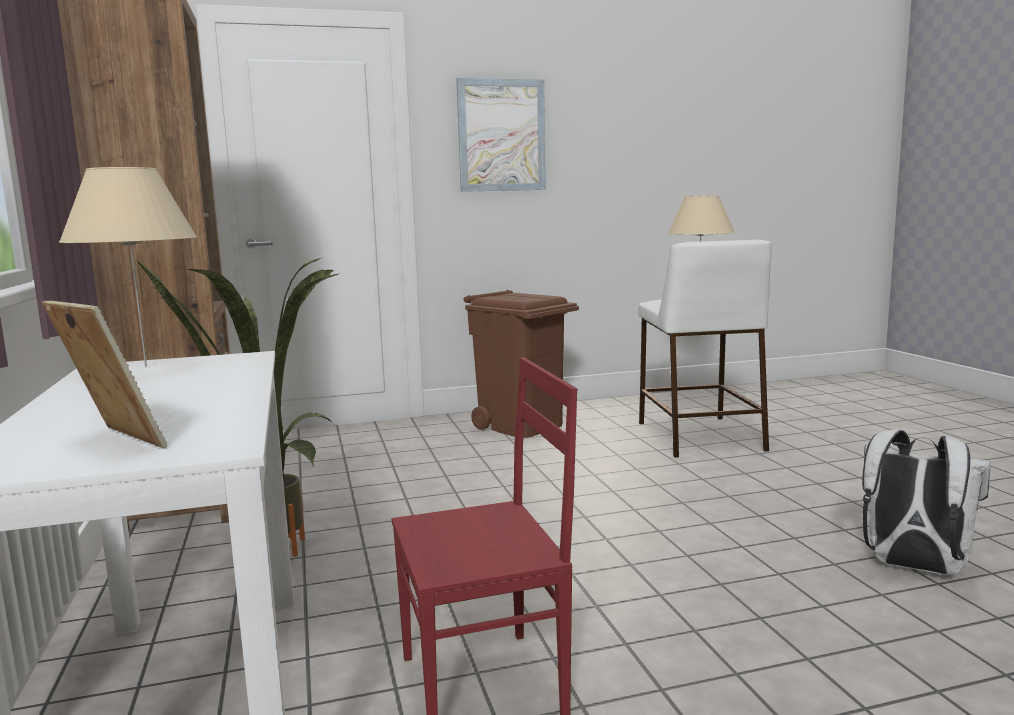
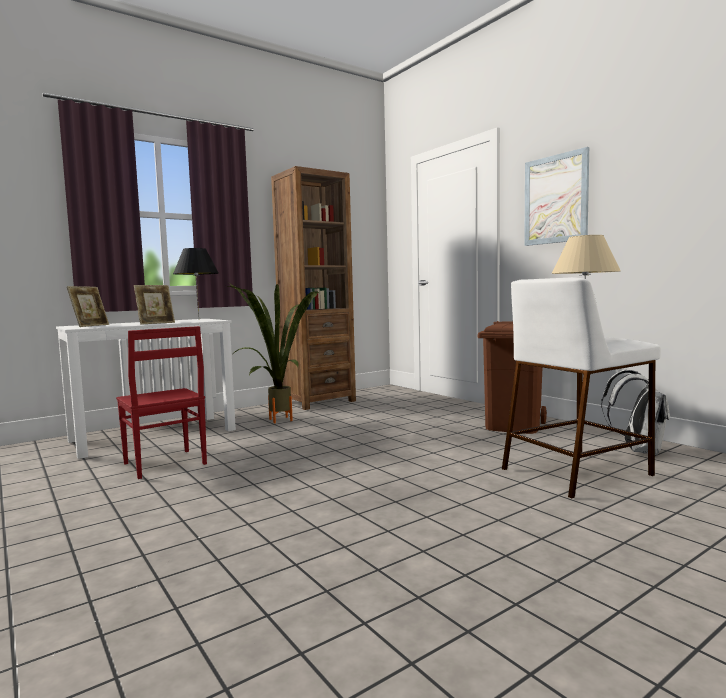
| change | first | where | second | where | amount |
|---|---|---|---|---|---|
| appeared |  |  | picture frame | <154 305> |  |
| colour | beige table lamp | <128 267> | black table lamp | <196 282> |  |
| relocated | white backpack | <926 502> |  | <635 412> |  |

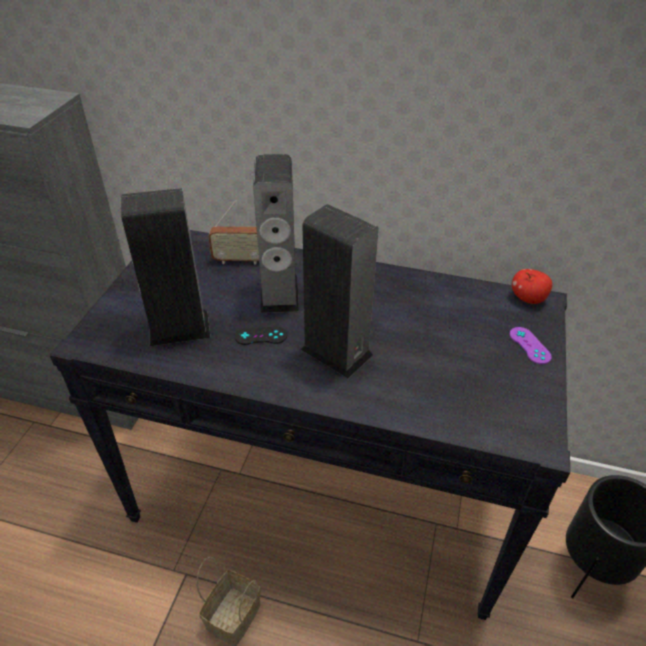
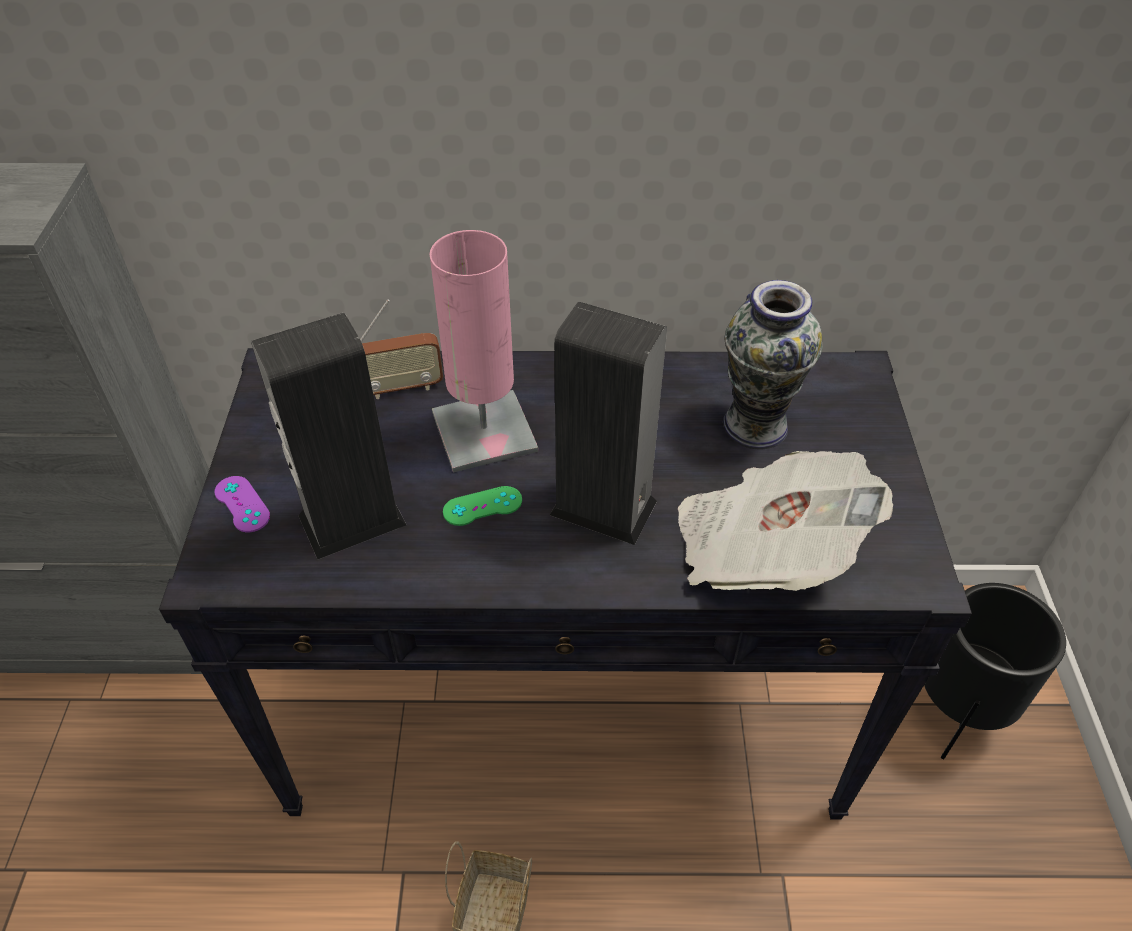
| change | first | where | second | where | amount |
|---|---|---|---|---|---|
| relocated | purple game controller | <531 345> |  | <242 504> |  |
| exchanged | speaker | <276 233> | pink table lamp | <484 351> |  |
| colour | black game controller | <260 336> | green game controller | <482 506> |  |
| appeared |  |  | newspaper | <785 521> |  |
| appeared |  |  | vase | <772 365> |  |
| missing | apple | <532 286> |  |  |  |

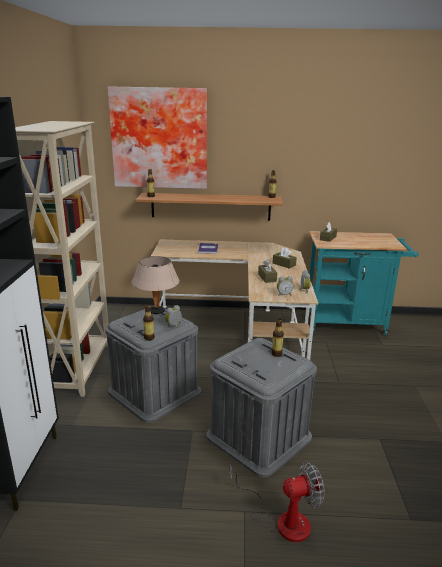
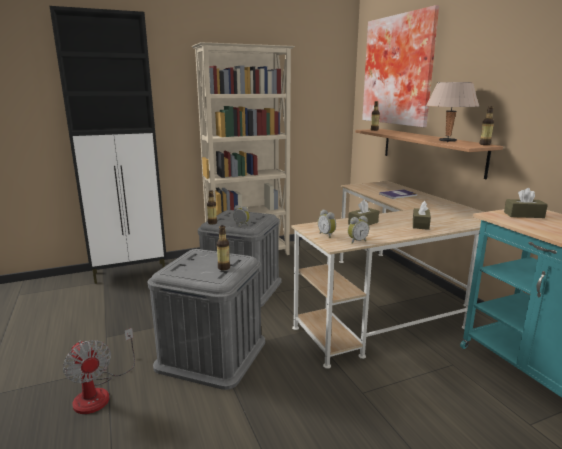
| change | first | where | second | where | amount |
|---|---|---|---|---|---|
| relocated | beige table lamp | <156 285> |  | <452 112> |  |

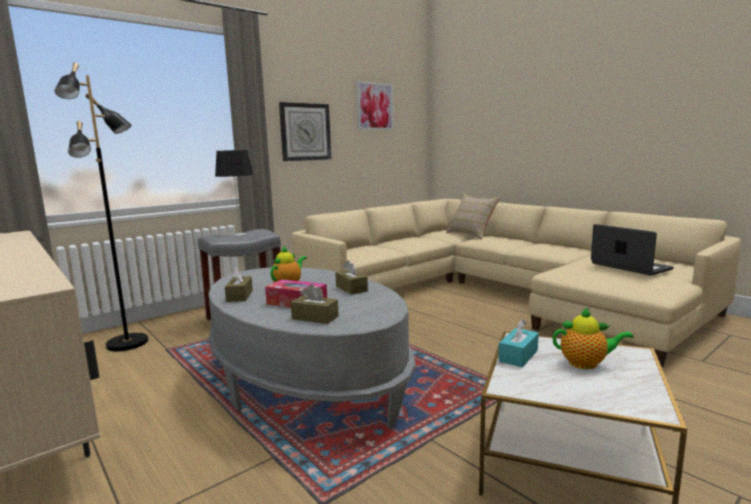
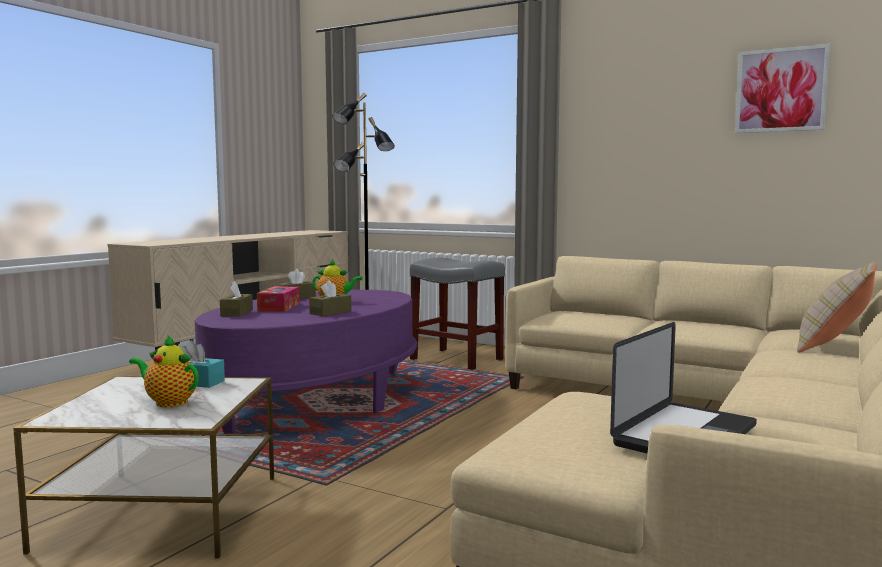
| change | first | where | second | where | amount |
|---|---|---|---|---|---|
| spun | teapot | <593 338> |  | <164 370> | 120 degrees clockwise |
| colour | grey coffee table | <312 348> | purple coffee table | <306 362> |  |
| missing | table lamp | <234 192> |  |  |  |
| missing | wall clock | <305 131> |  |  |  |

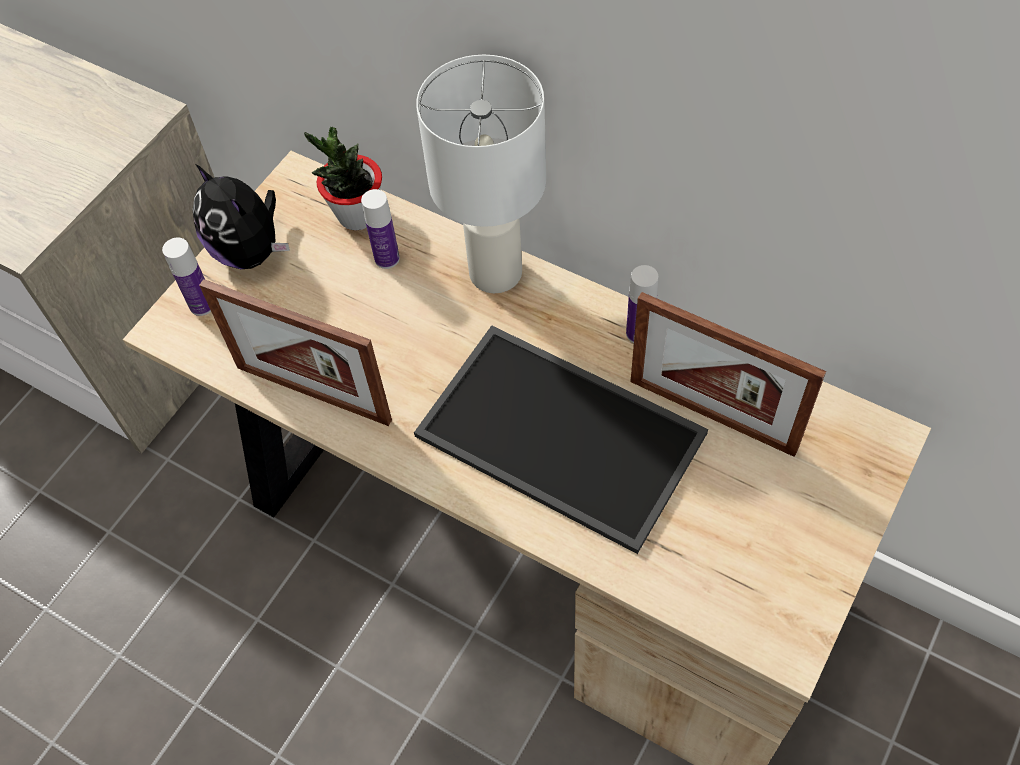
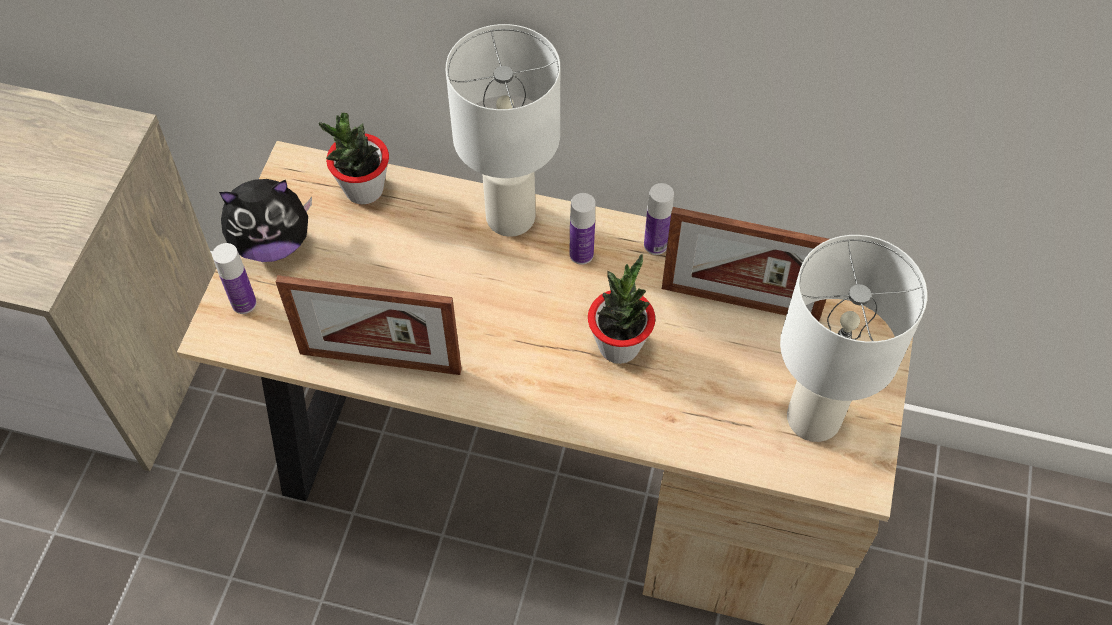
| change | first | where | second | where | amount |
|---|---|---|---|---|---|
| spun | plush toy | <241 216> |  | <265 220> | 45 degrees counterclockwise |
| relocated | bottle | <380 229> |  | <582 229> |  |
| exchanged | tray | <561 439> | potted plant | <621 309> |  |
| appeared |  |  | white table lamp | <853 338> |  |

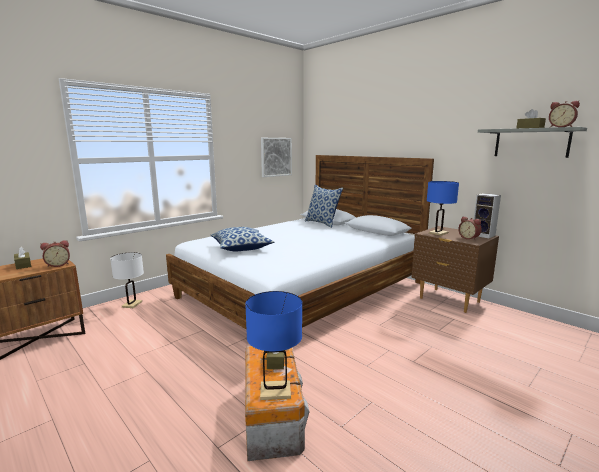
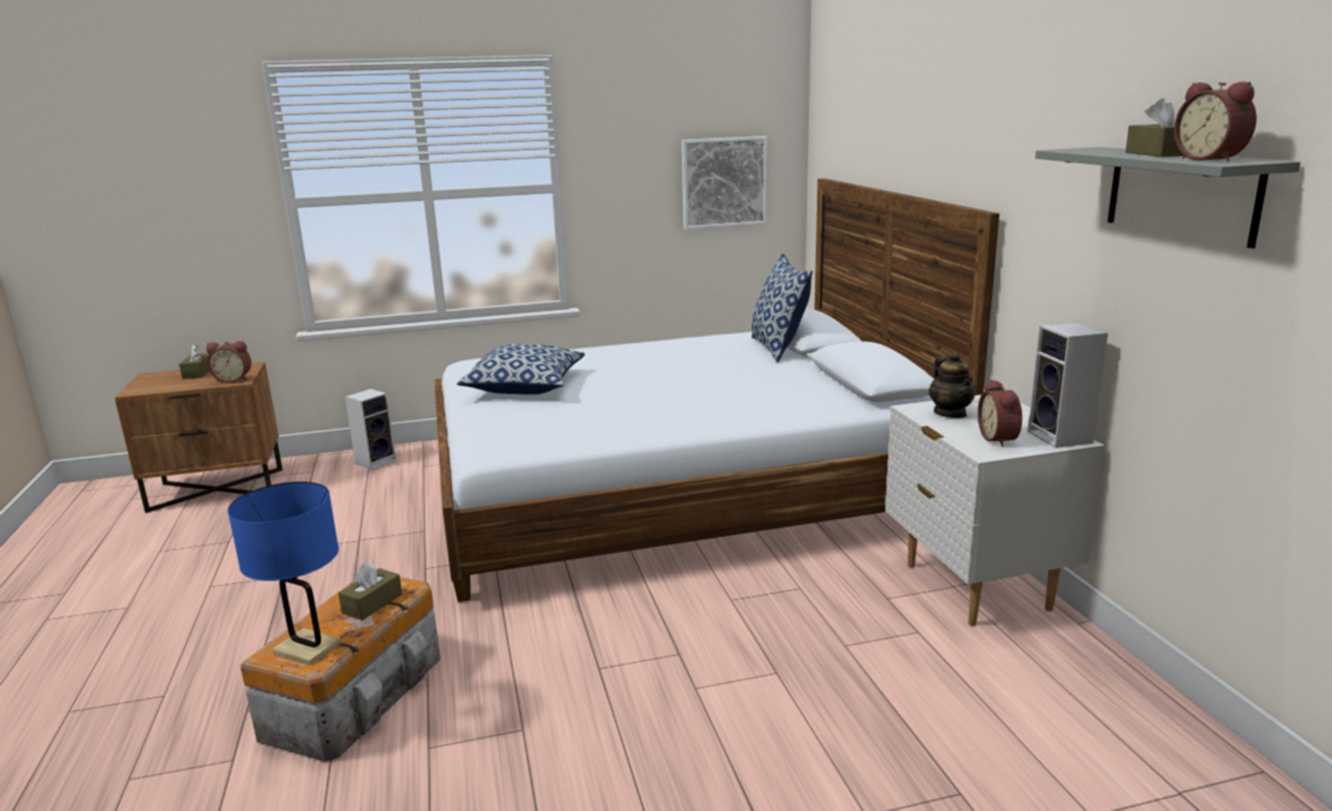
| change | first | where | second | where | amount |
|---|---|---|---|---|---|
| exchanged | white table lamp | <127 280> | speaker | <370 429> |  |
| colour | brown nightstand | <455 269> | white nightstand | <995 510> |  |
| exchanged | blue table lamp | <443 208> | teapot | <952 385> |  |

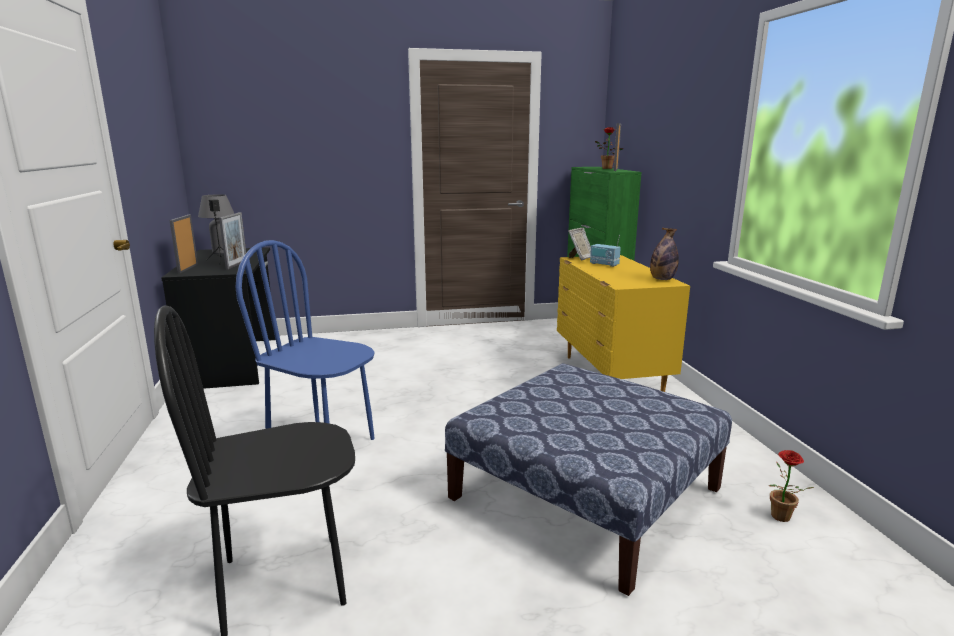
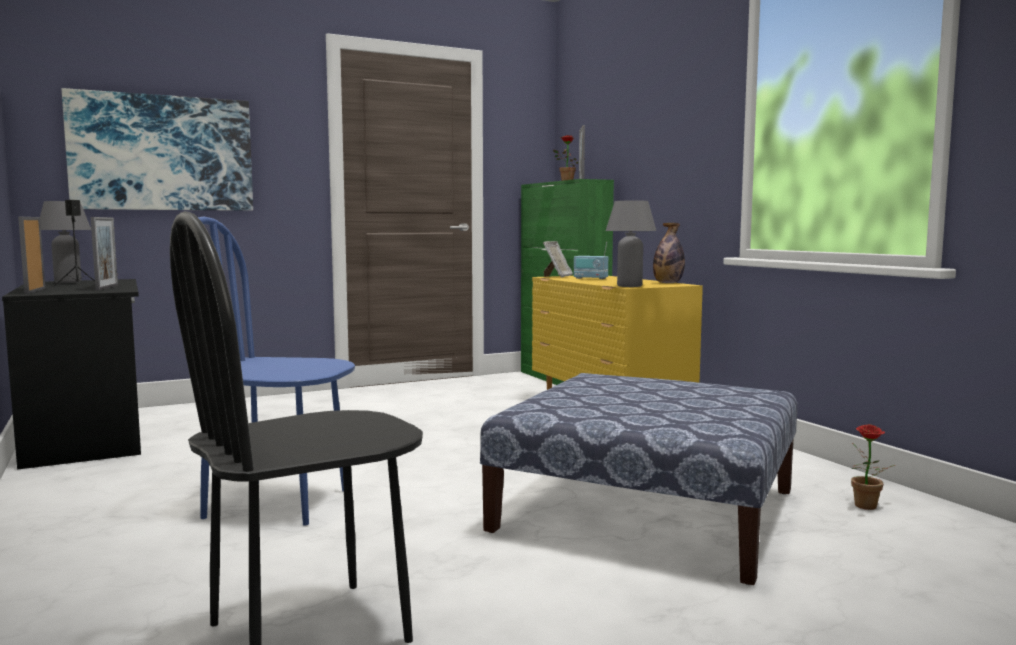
| change | first | where | second | where | amount |
|---|---|---|---|---|---|
| appeared |  |  | picture | <157 149> |  |
| appeared |  |  | grey table lamp | <631 244> |  |

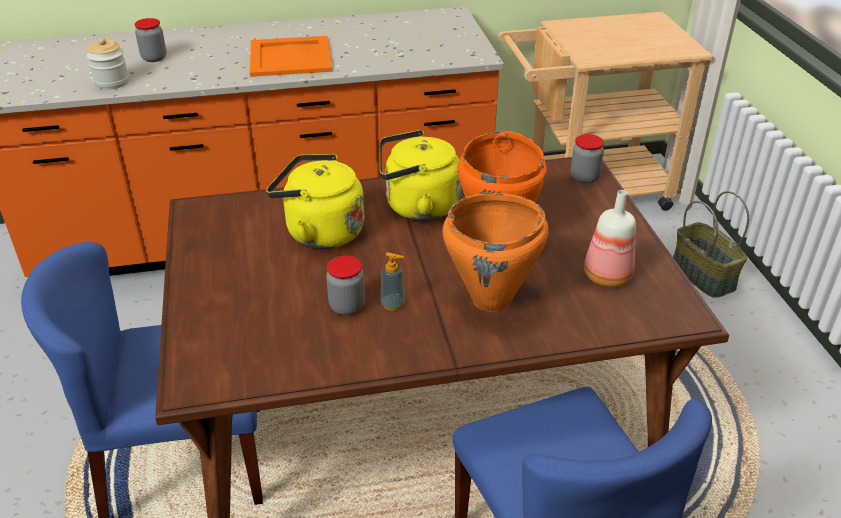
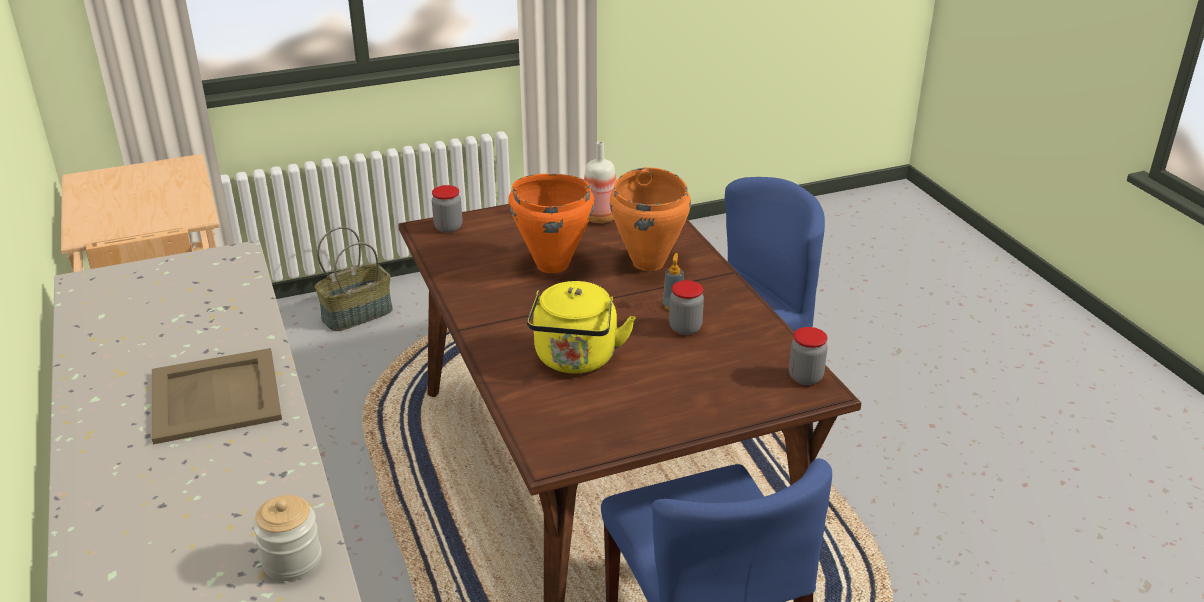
| change | first | where | second | where | amount |
|---|---|---|---|---|---|
| colour | orange tray | <291 56> | beige tray | <217 396> |  |
| relocated | jar | <150 40> |  | <808 356> |  |
| missing | yellow kettle | <420 175> |  |  |  |

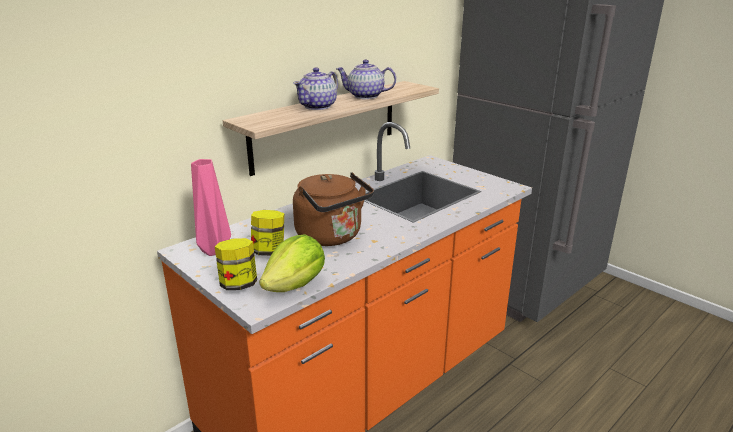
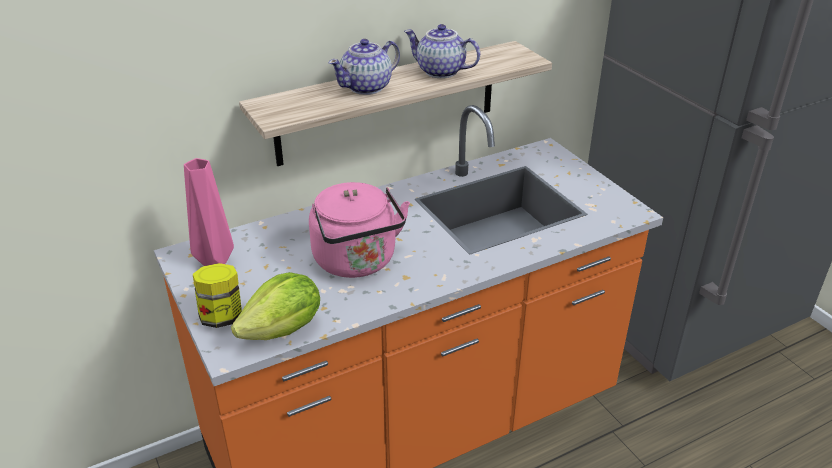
| change | first | where | second | where | amount |
|---|---|---|---|---|---|
| colour | brown kettle | <333 209> | pink kettle | <359 230> |  |
| missing | jar | <267 233> |  |  |  |

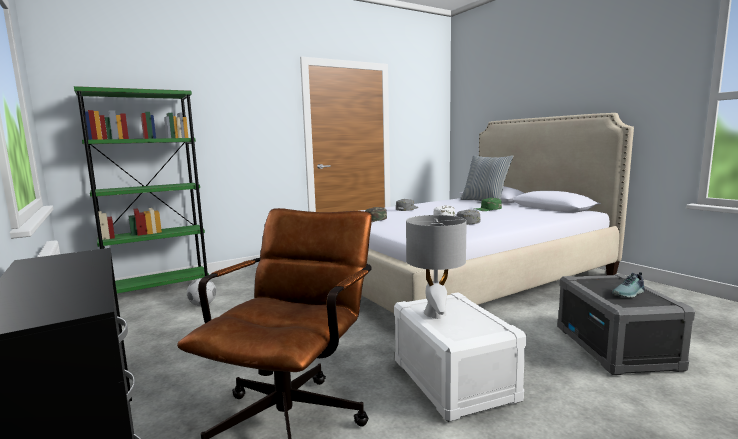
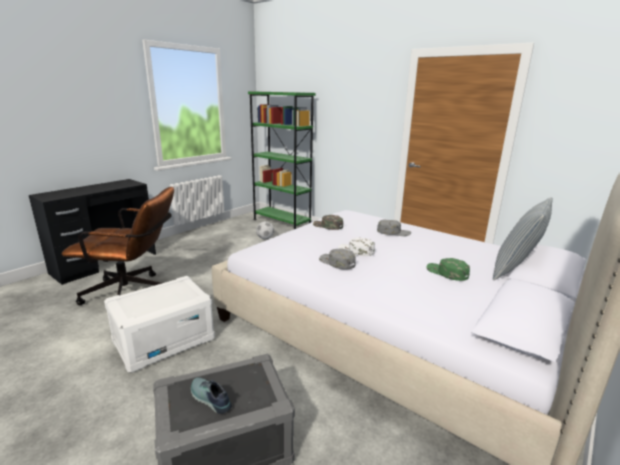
| change | first | where | second | where | amount |
|---|---|---|---|---|---|
| missing | grey table lamp | <436 267> |  |  |  |

